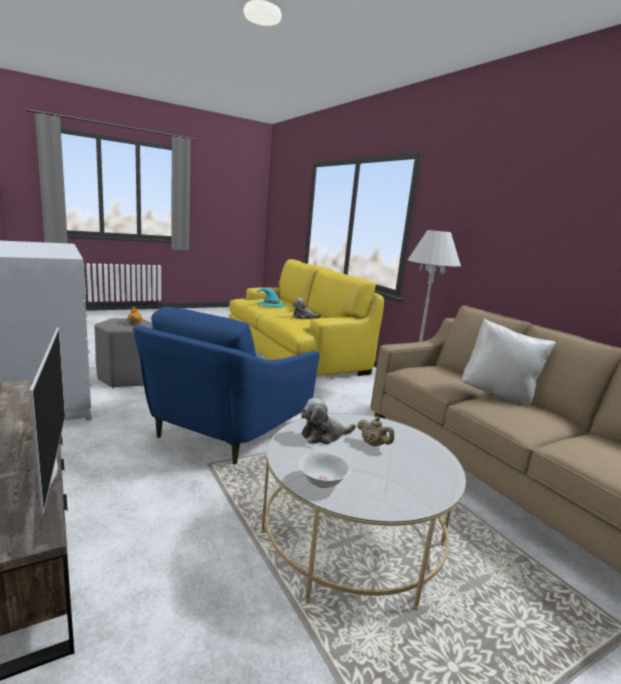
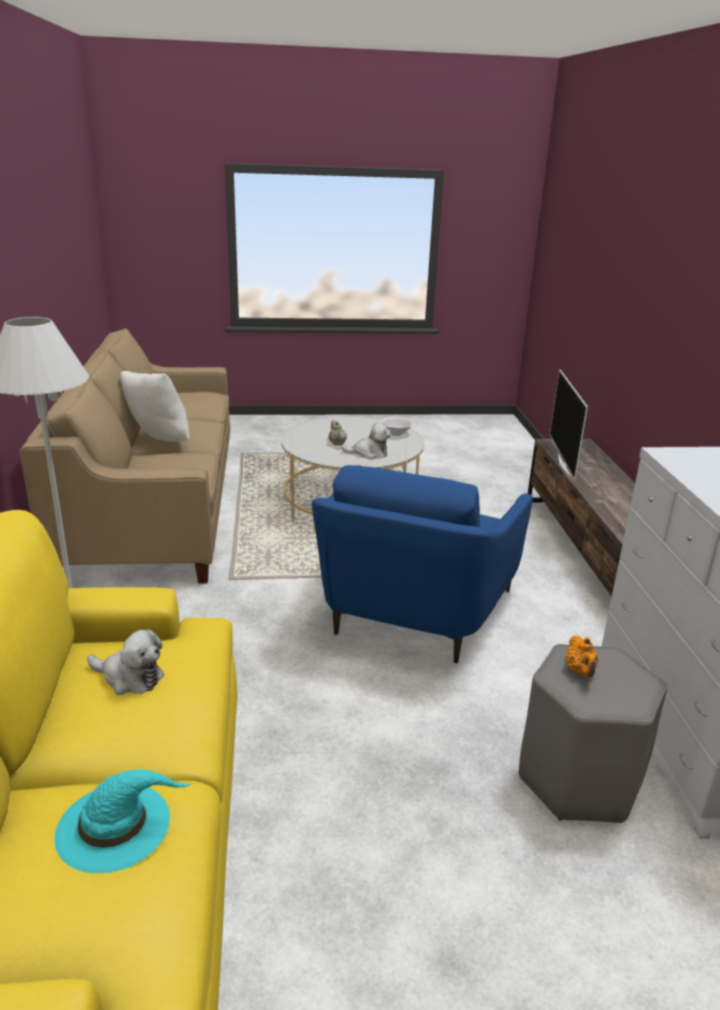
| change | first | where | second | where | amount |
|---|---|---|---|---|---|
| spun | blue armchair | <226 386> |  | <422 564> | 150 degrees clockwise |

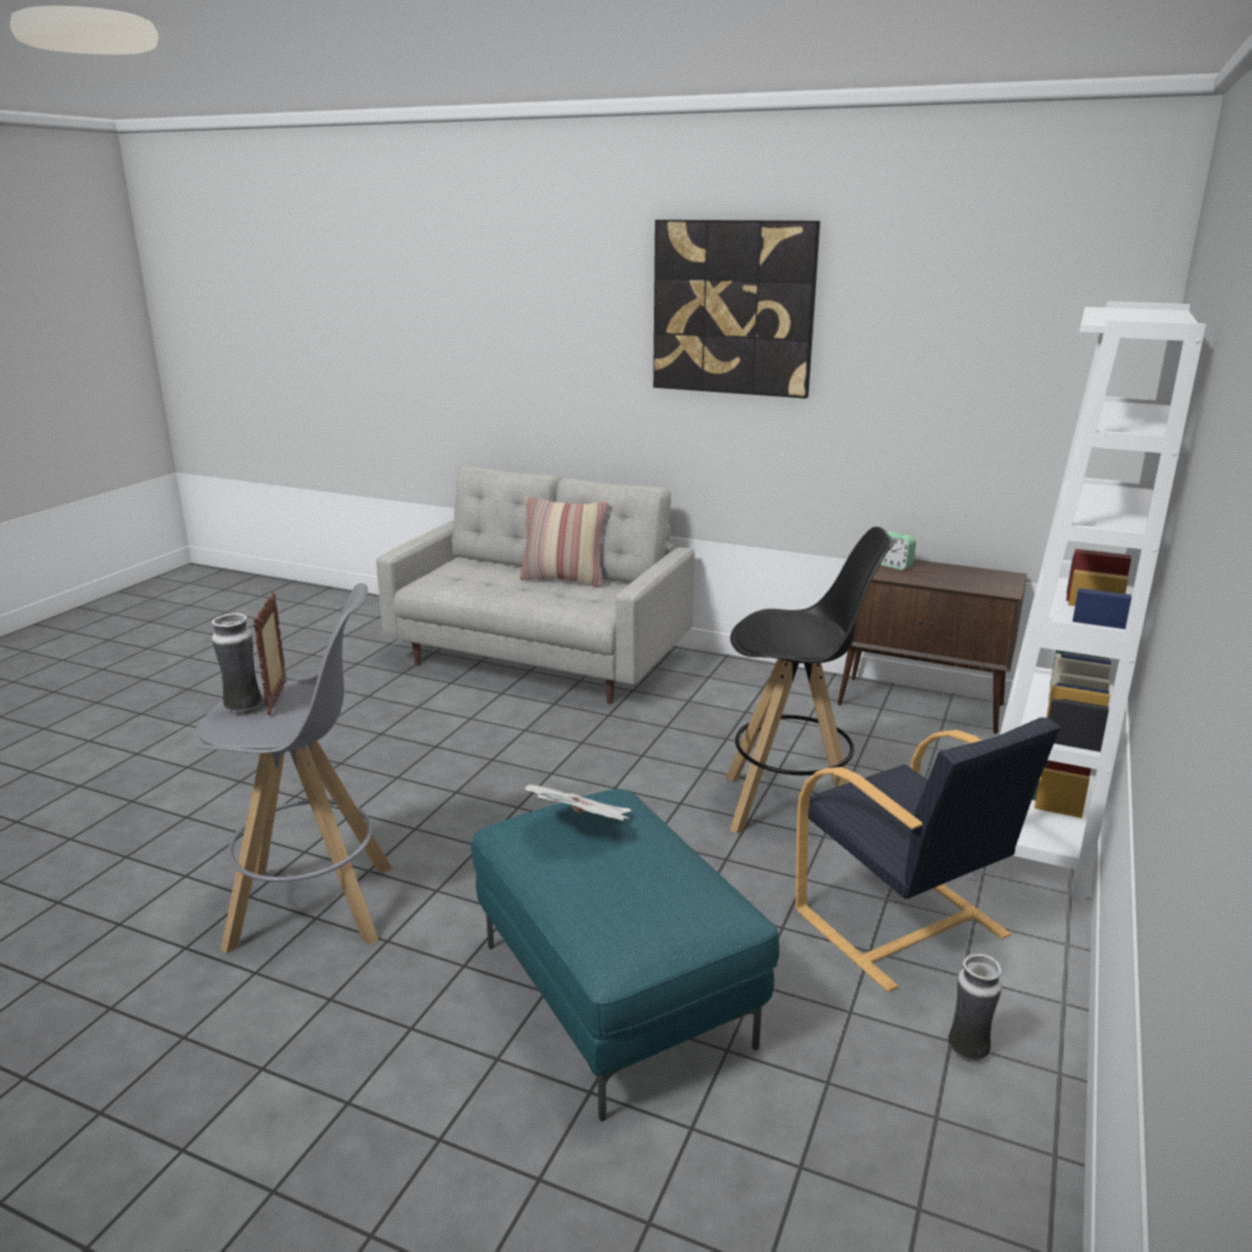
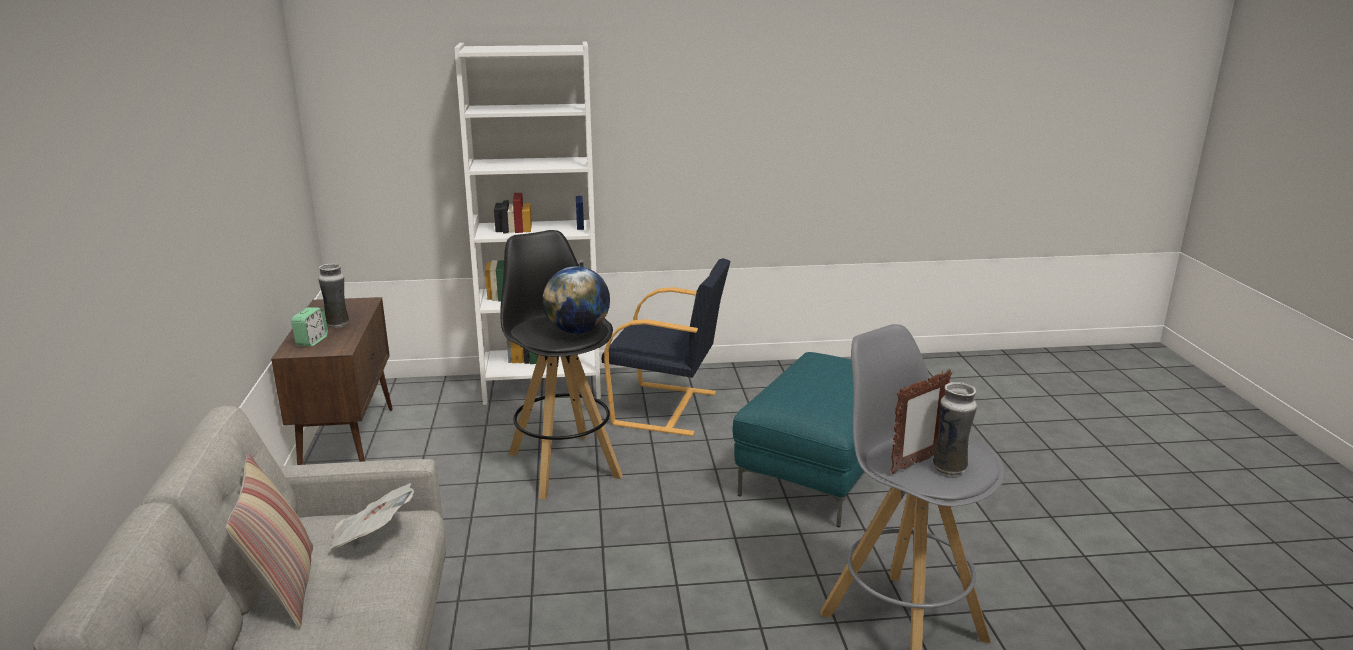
| change | first | where | second | where | amount |
|---|---|---|---|---|---|
| relocated | vase | <975 1008> |  | <333 295> |  |
| relocated | newspaper | <578 802> |  | <371 516> |  |
| appeared |  |  | globe | <576 300> |  |
| spun | black armchair | <927 854> |  | <666 347> | 75 degrees clockwise |
| missing | picture | <736 309> |  |  |  |

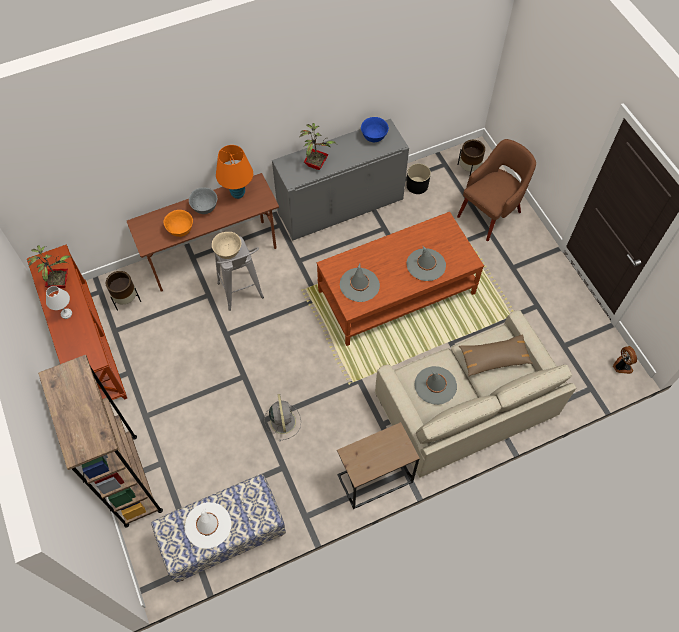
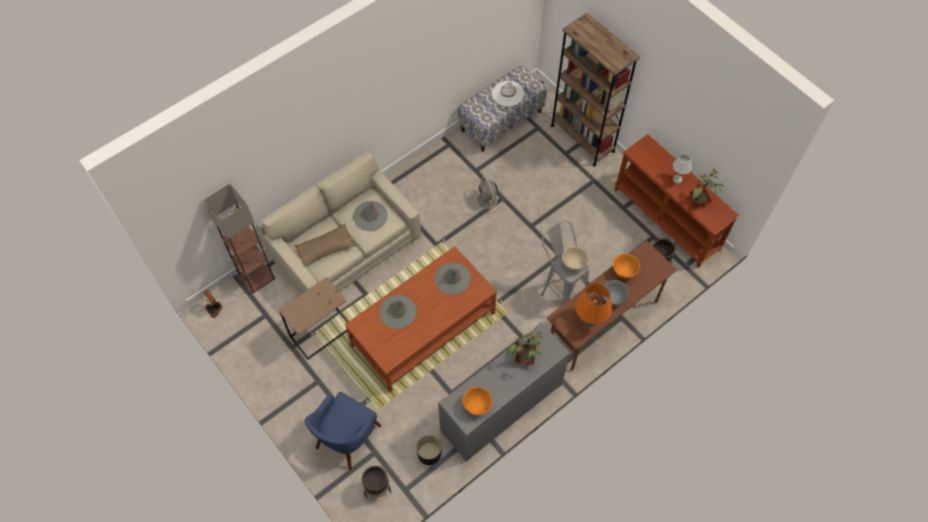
| change | first | where | second | where | amount |
|---|---|---|---|---|---|
| appeared |  |  | floor lamp | <239 238> |  |
| relocated | brown side table | <378 465> |  | <313 318> |  |
| colour | brown armchair | <496 190> | blue armchair | <343 431> |  |
| colour | blue bowl | <375 129> | orange bowl | <477 401> |  |

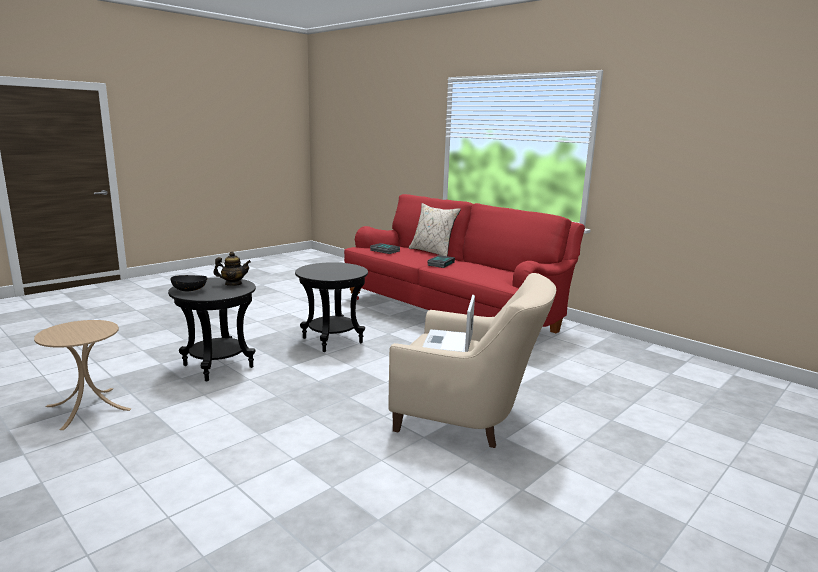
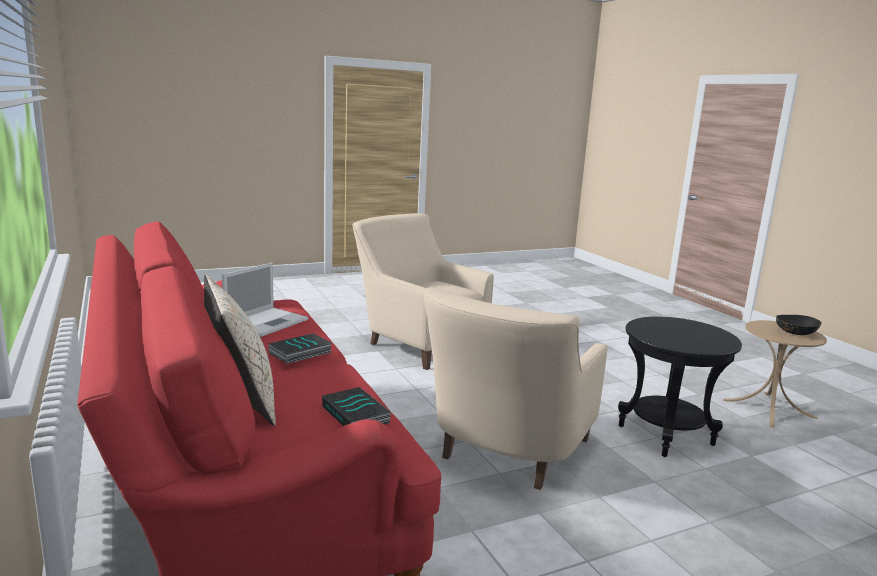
| change | first | where | second | where | amount |
|---|---|---|---|---|---|
| relocated | laptop | <448 323> |  | <265 300> |  |
| exchanged | black side table | <331 307> | beige armchair | <515 388> |  |
| relocated | black bowl | <188 283> |  | <799 325> |  |
| missing | teapot | <232 269> |  |  |  |

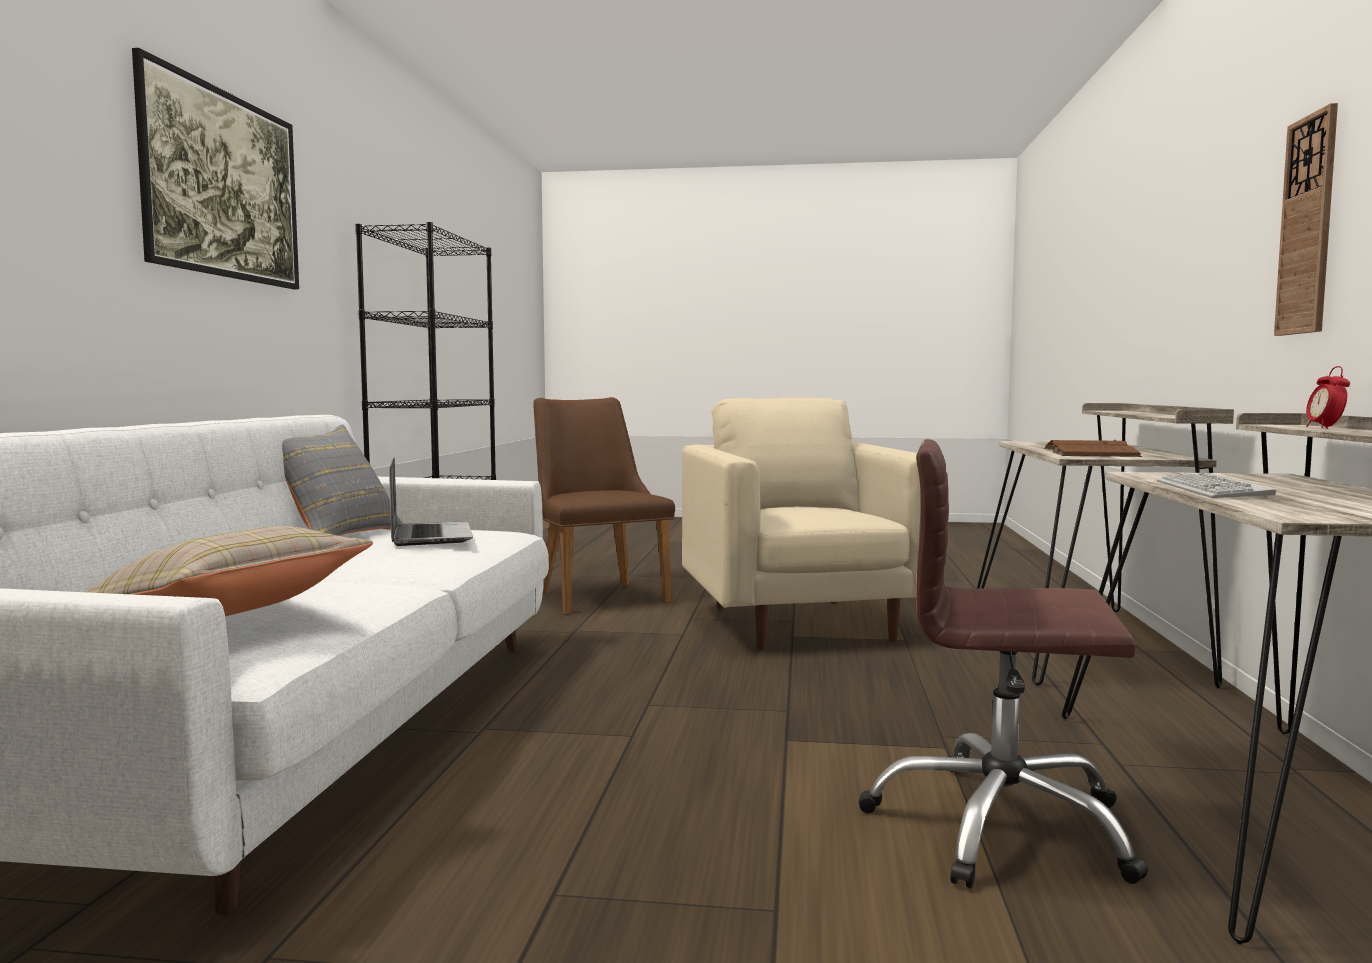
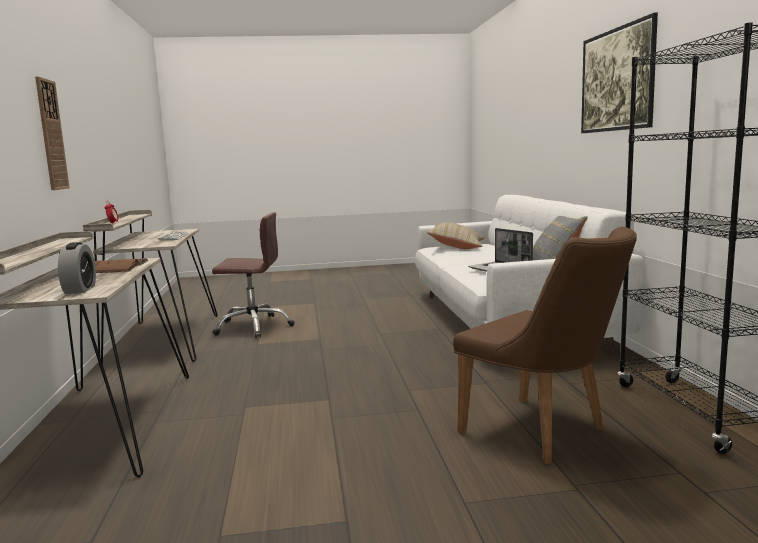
| change | first | where | second | where | amount |
|---|---|---|---|---|---|
| appeared |  |  | alarm clock | <77 268> |  |
| missing | beige armchair | <801 524> |  |  |  |

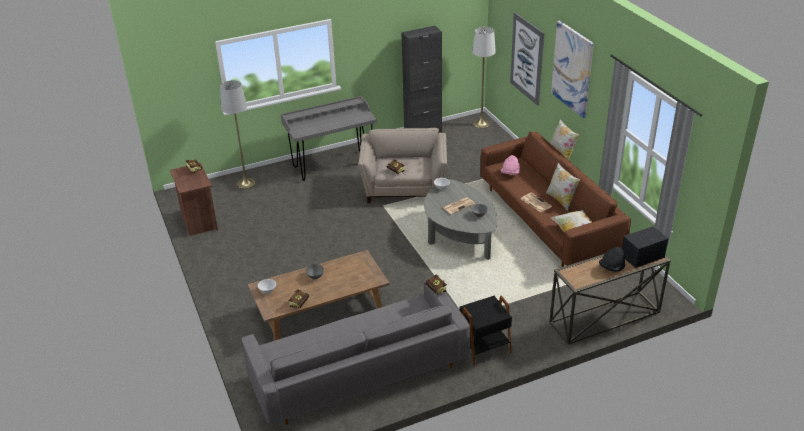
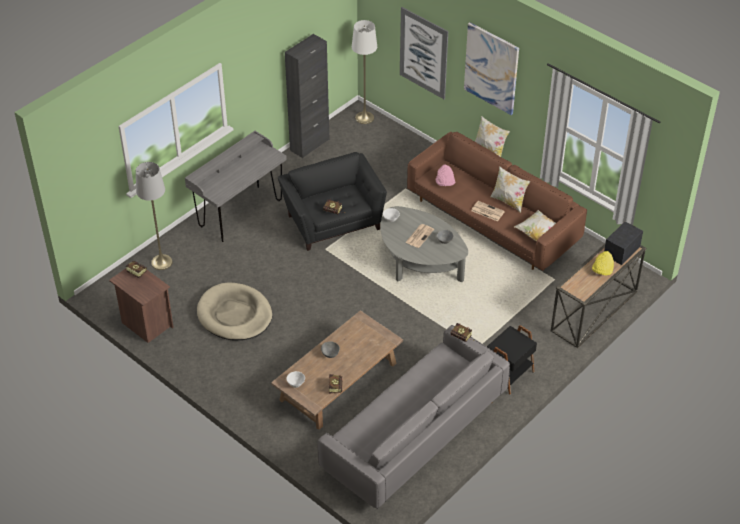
| change | first | where | second | where | amount |
|---|---|---|---|---|---|
| appeared |  |  | beige dog bed | <234 311> |  |
| colour | beige armchair | <403 166> | black armchair | <332 201> |  |
| colour | black hat | <612 259> | yellow hat | <603 263> |  |

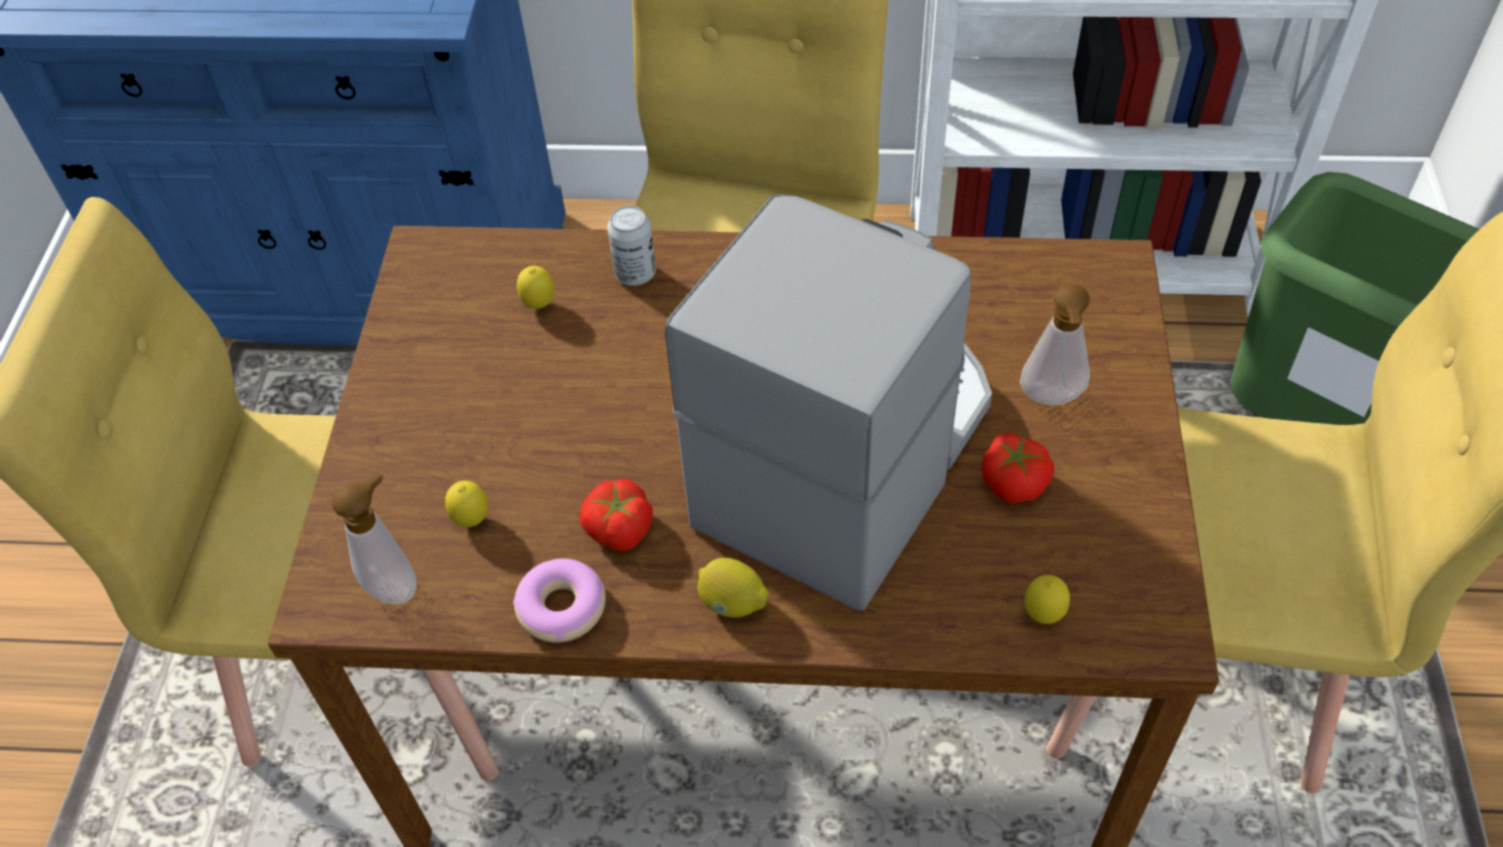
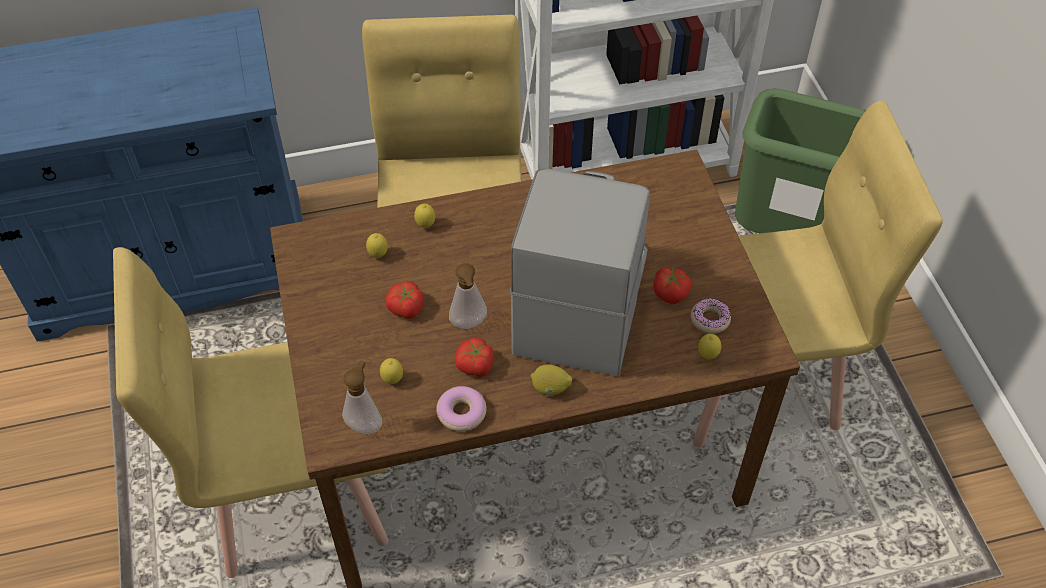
| change | first | where | second | where | amount |
|---|---|---|---|---|---|
| appeared |  |  | tomato | <404 300> |  |
| exchanged | can | <631 246> | lemon | <424 216> |  |
| relocated | soap dispenser | <1055 344> |  | <468 296> |  |
| appeared |  |  | donut | <711 316> |  |

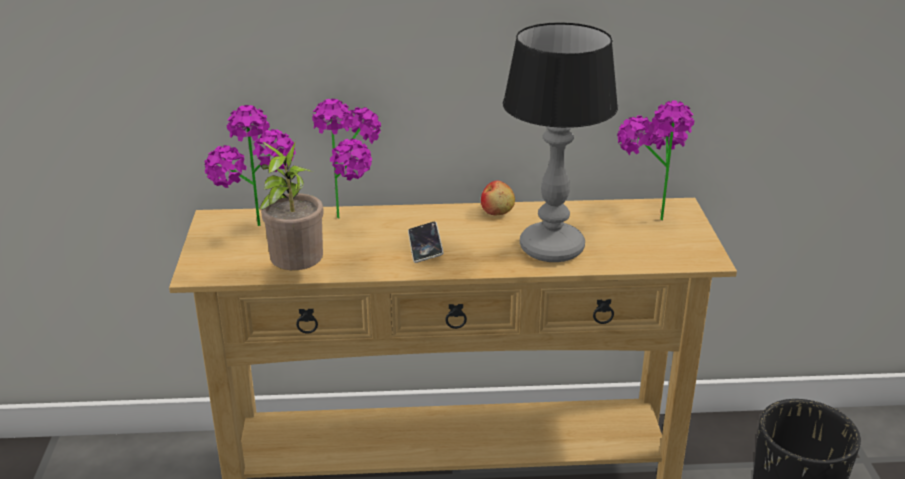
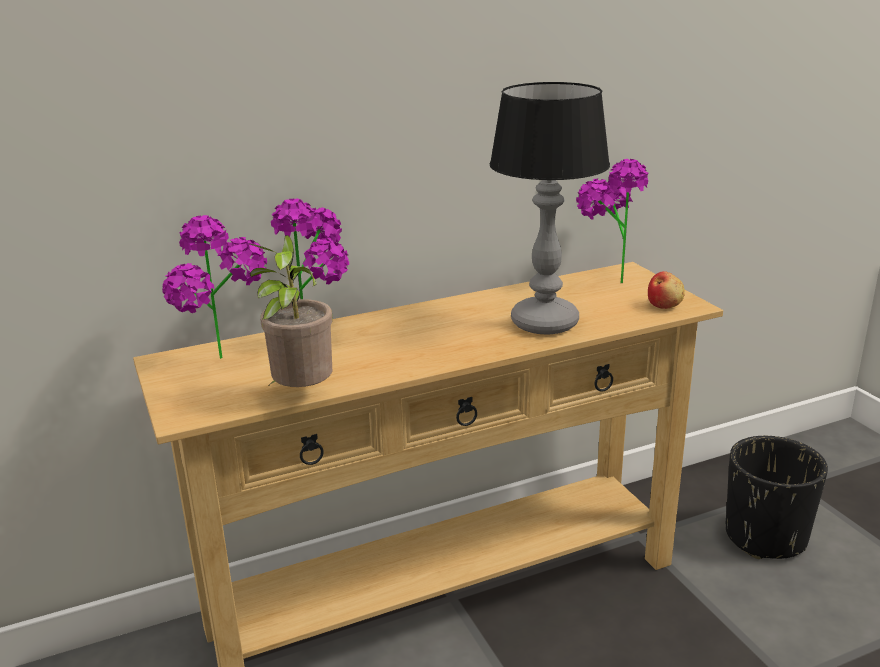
| change | first | where | second | where | amount |
|---|---|---|---|---|---|
| relocated | apple | <498 197> |  | <666 290> |  |
| missing | phone | <426 242> |  |  |  |

